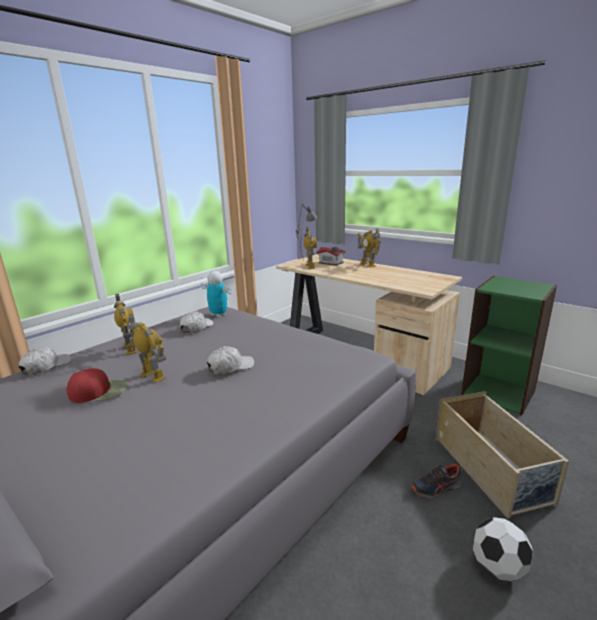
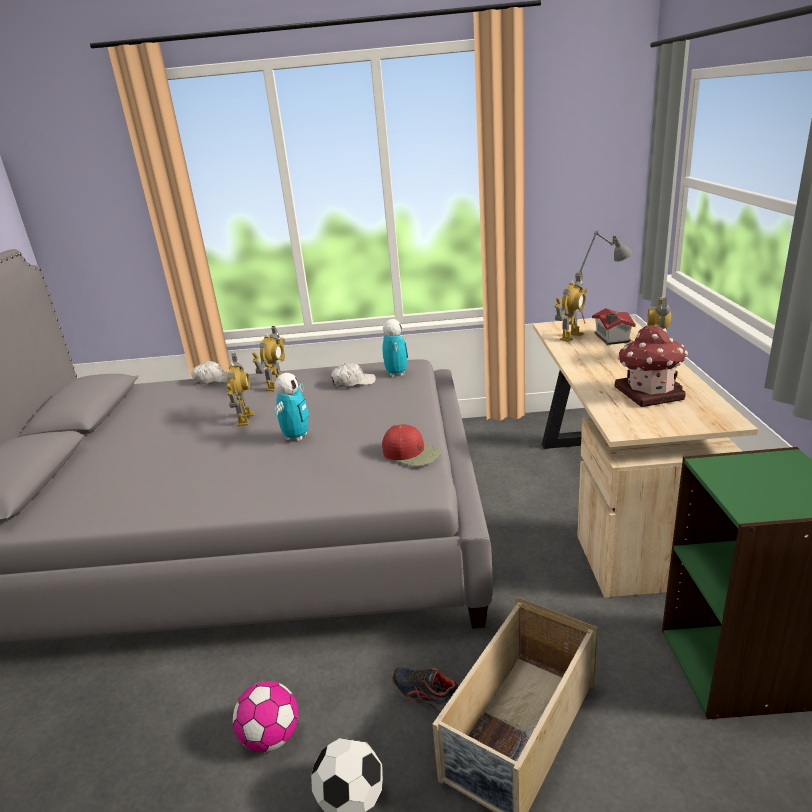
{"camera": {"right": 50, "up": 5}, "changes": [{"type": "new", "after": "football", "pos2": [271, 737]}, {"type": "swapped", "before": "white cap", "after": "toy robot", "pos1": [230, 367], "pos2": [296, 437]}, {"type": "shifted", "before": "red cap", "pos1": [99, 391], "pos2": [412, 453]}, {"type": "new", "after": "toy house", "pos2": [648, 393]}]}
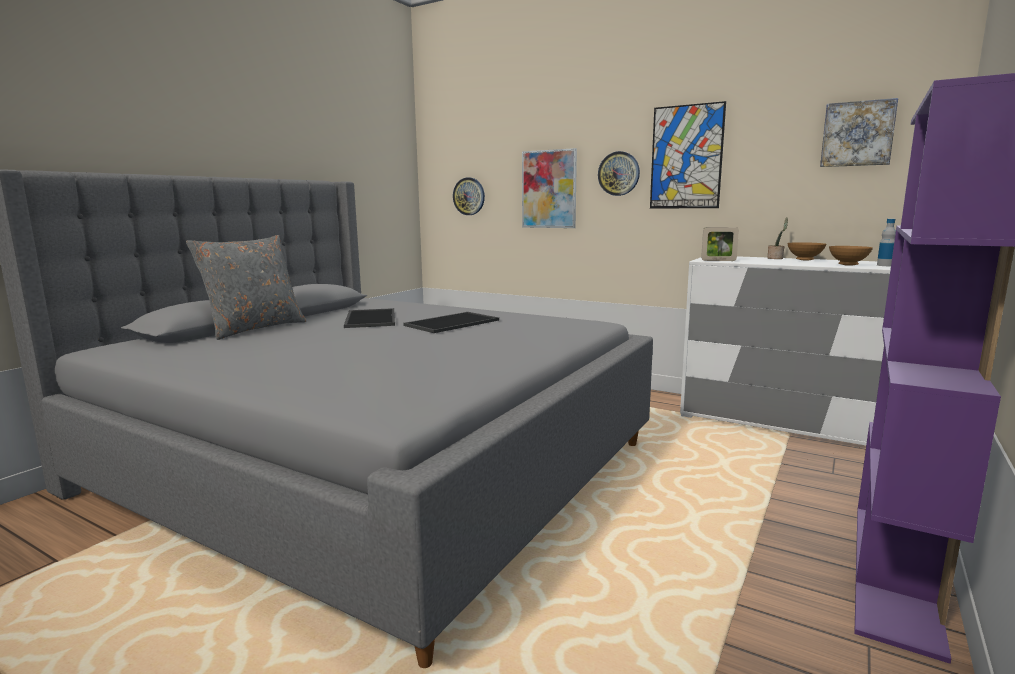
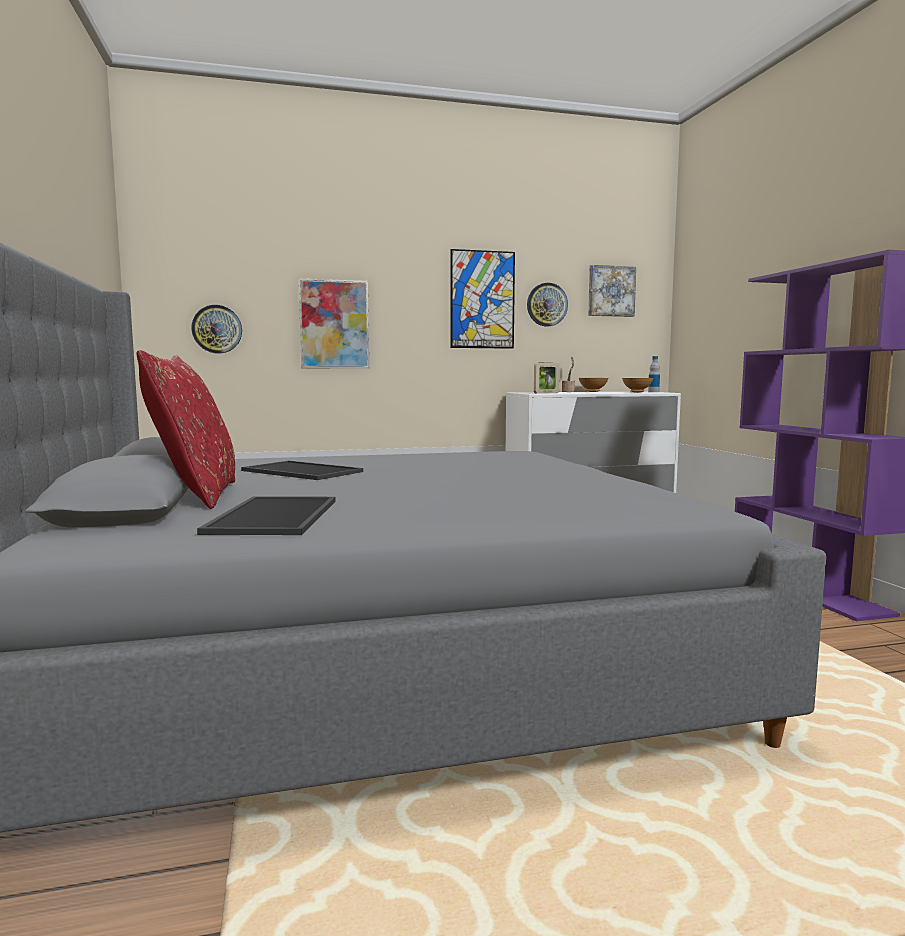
{"camera": {"right": -45, "up": -5}, "changes": [{"type": "repainted", "before": "grey pillow", "after": "red pillow", "pos1": [254, 328], "pos2": [196, 495]}, {"type": "shifted", "before": "tray", "pos1": [452, 322], "pos2": [272, 516]}, {"type": "shifted", "before": "wall clock", "pos1": [619, 173], "pos2": [546, 304]}]}
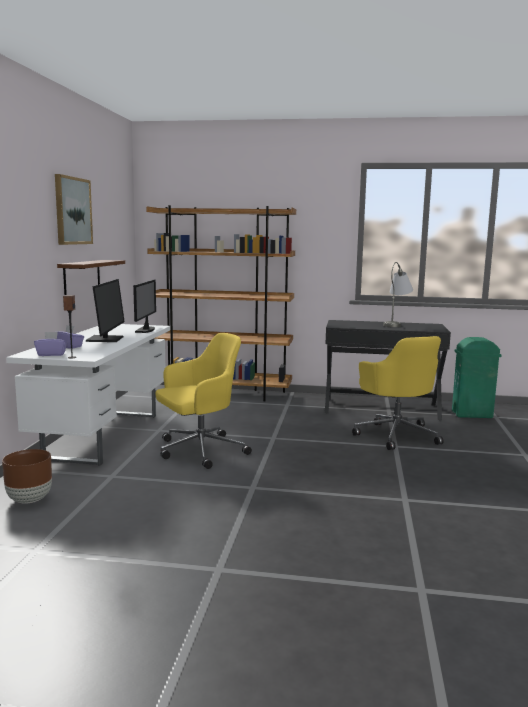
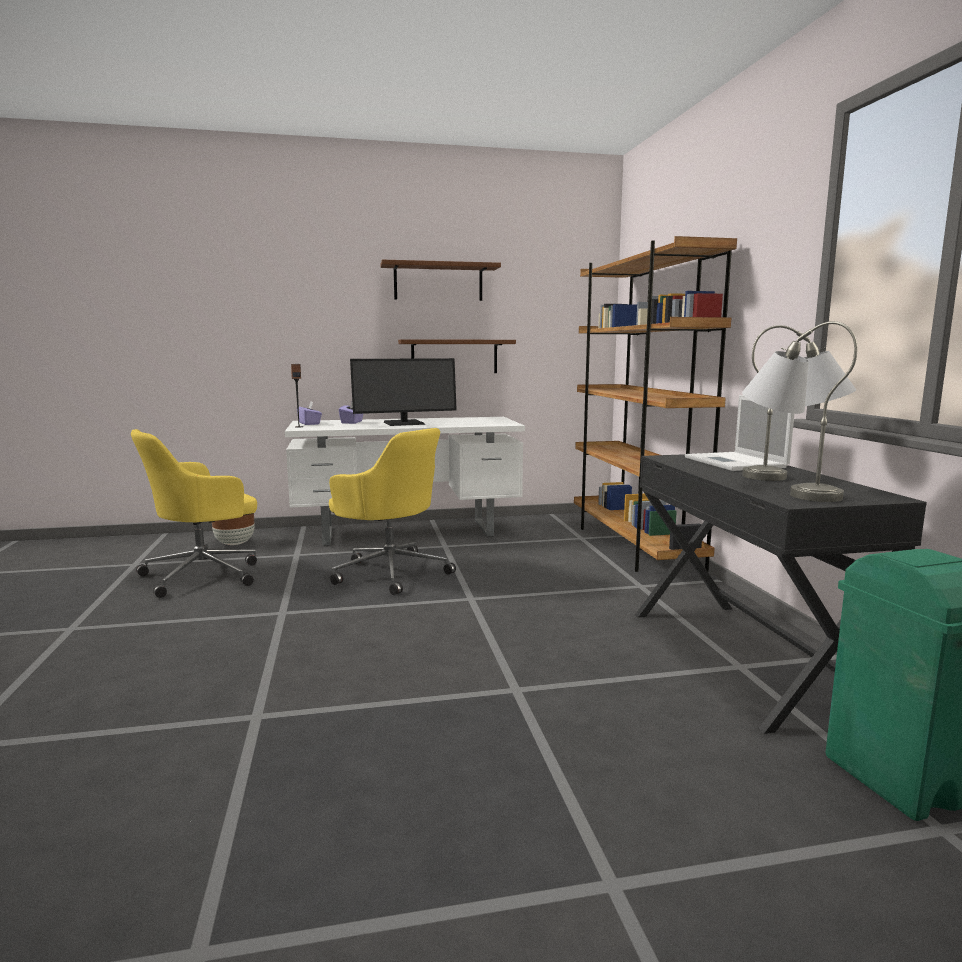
{"camera": {"right": 70, "up": 0}, "changes": [{"type": "shifted", "before": "yellow office chair", "pos1": [396, 435], "pos2": [204, 574]}, {"type": "swapped", "before": "picture", "after": "brown shelf", "pos1": [72, 211], "pos2": [438, 282]}, {"type": "new", "after": "laptop", "pos2": [736, 463]}, {"type": "new", "after": "grey table lamp", "pos2": [785, 490]}, {"type": "gone", "before": "monitor", "pos1": [146, 330]}]}
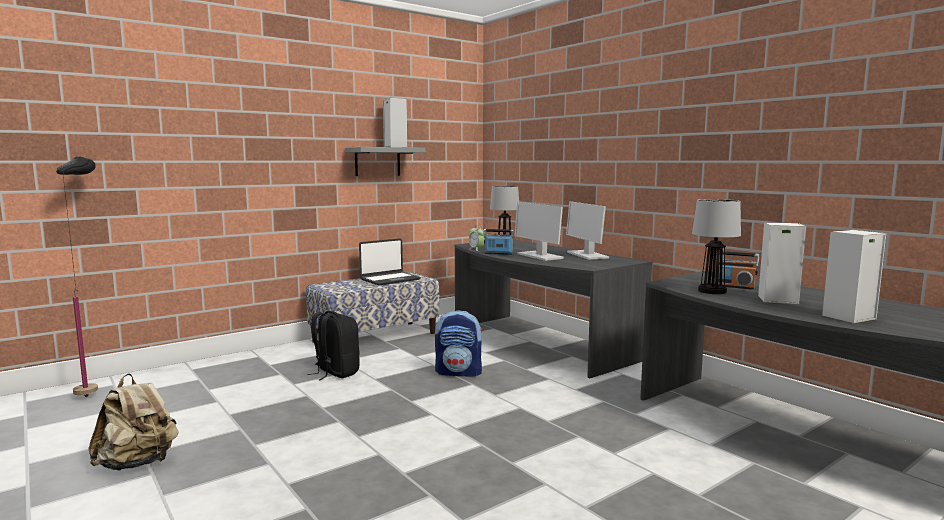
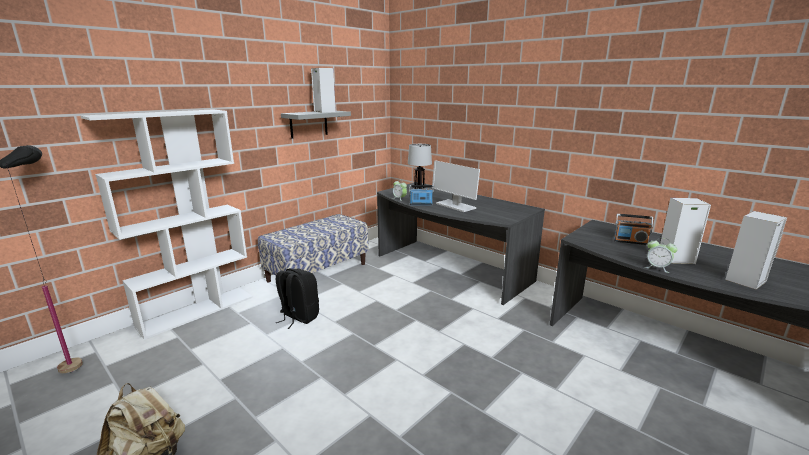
{"camera": {"right": -10, "up": 10}, "changes": [{"type": "new", "after": "white bookcase", "pos2": [197, 311]}, {"type": "new", "after": "alarm clock", "pos2": [657, 268]}, {"type": "gone", "before": "laptop", "pos1": [390, 279]}, {"type": "gone", "before": "backpack", "pos1": [459, 372]}, {"type": "gone", "before": "monitor", "pos1": [586, 255]}, {"type": "gone", "before": "table lamp", "pos1": [711, 291]}]}
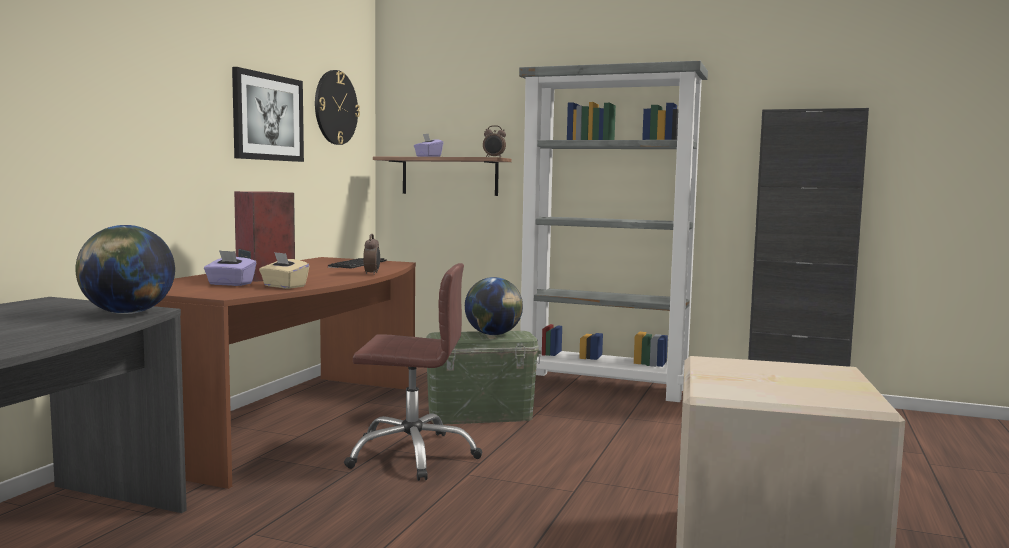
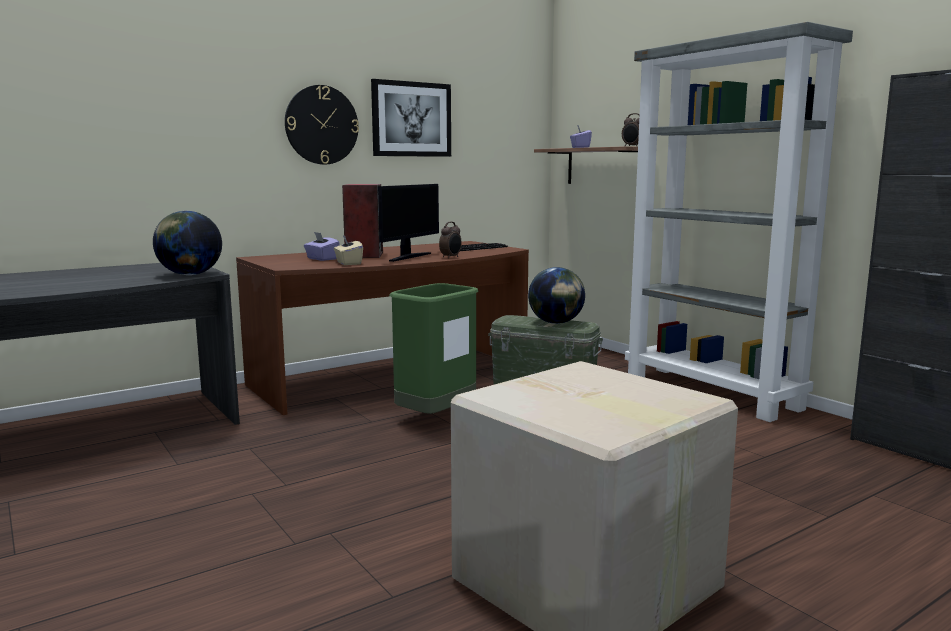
{"camera": {"right": 35, "up": 5}, "changes": [{"type": "shifted", "before": "wall clock", "pos1": [335, 107], "pos2": [321, 125]}, {"type": "new", "after": "monitor", "pos2": [408, 257]}, {"type": "swapped", "before": "brown office chair", "after": "green trash can", "pos1": [412, 455], "pos2": [436, 418]}]}
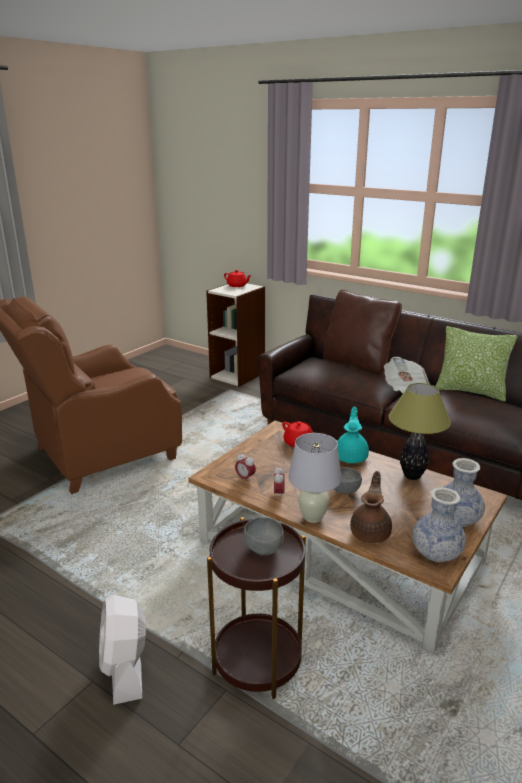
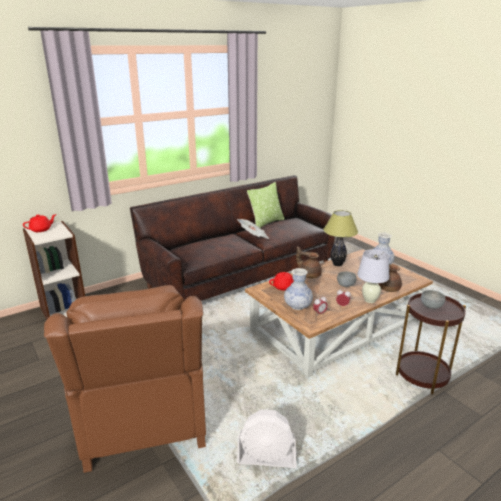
{"camera": {"right": -70, "up": 0}, "changes": [{"type": "shifted", "before": "white fan", "pos1": [125, 668], "pos2": [267, 458]}, {"type": "shifted", "before": "vase", "pos1": [436, 553], "pos2": [297, 305]}, {"type": "repainted", "before": "turquoise teapot", "after": "brown teapot", "pos1": [351, 456], "pos2": [309, 274]}, {"type": "gone", "before": "brown pillow", "pos1": [358, 364]}]}
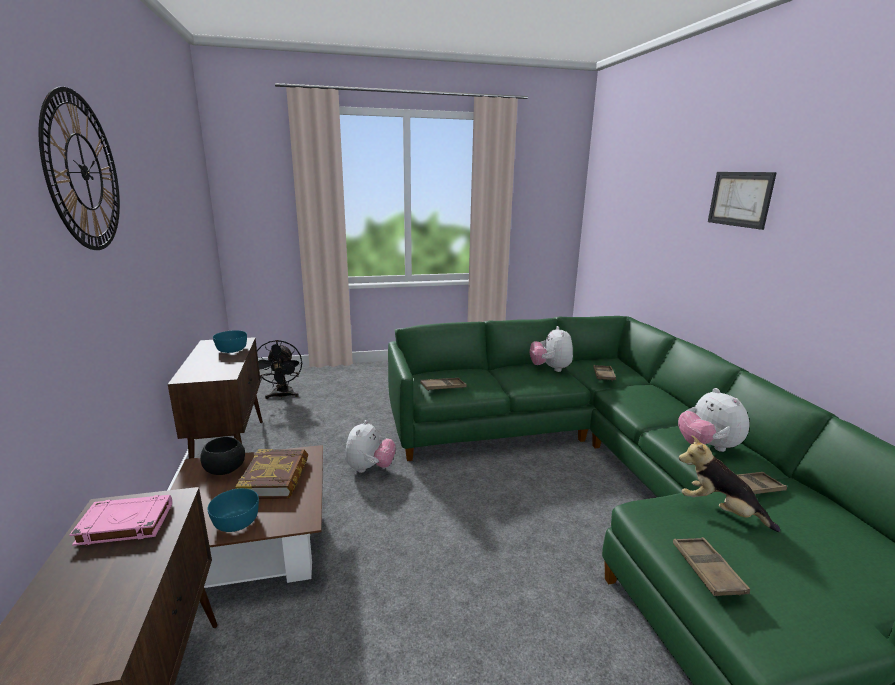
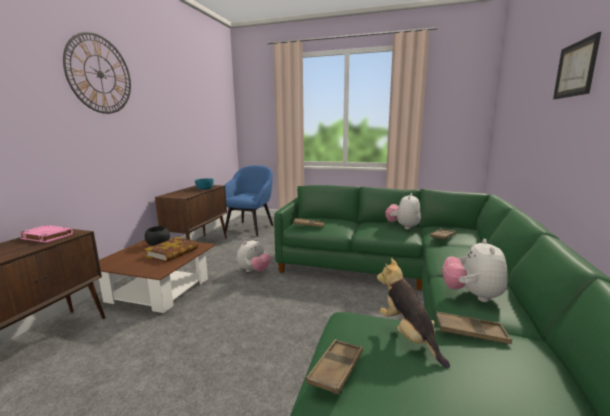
{"camera": {"right": 30, "up": -5}, "changes": [{"type": "swapped", "before": "black fan", "after": "blue armchair", "pos1": [282, 396], "pos2": [250, 228]}, {"type": "gone", "before": "turquoise bowl", "pos1": [236, 522]}]}
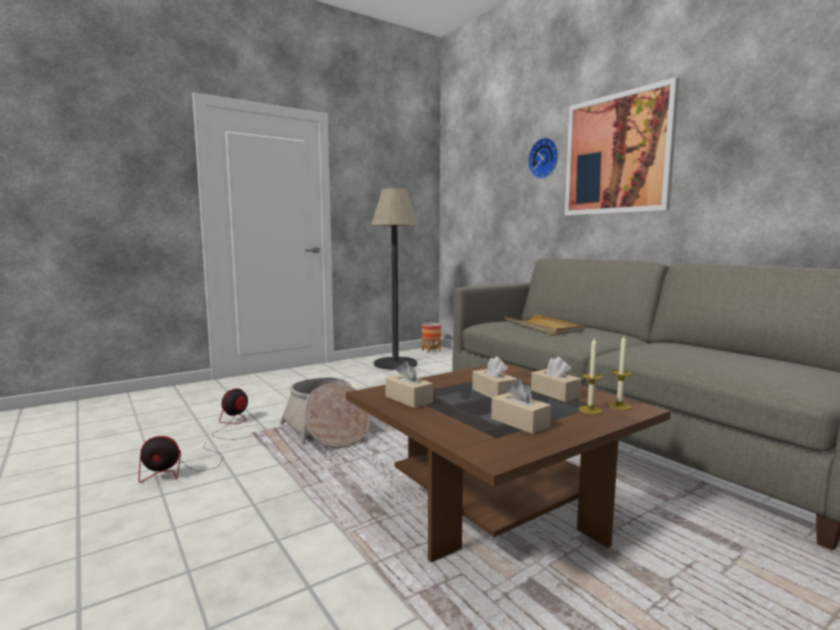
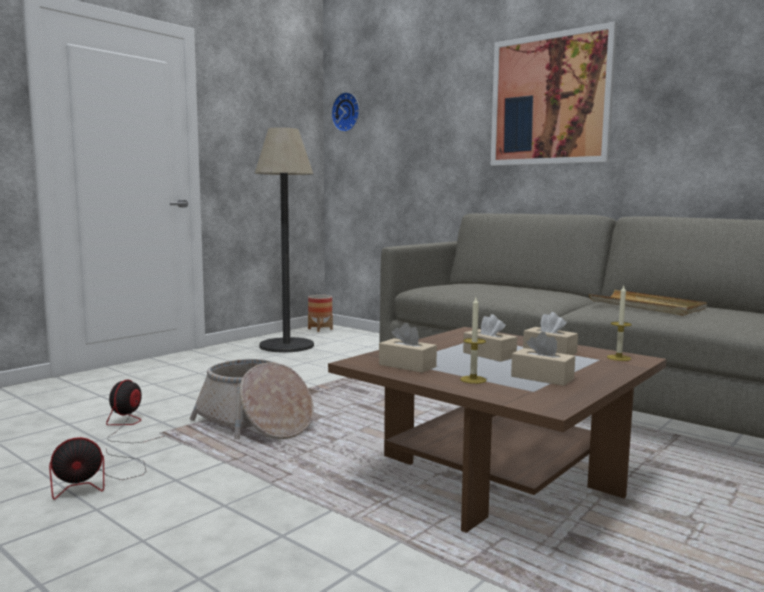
{"camera": {"right": -15, "up": 0}, "changes": [{"type": "shifted", "before": "wall clock", "pos1": [545, 158], "pos2": [347, 112]}, {"type": "shifted", "before": "candle", "pos1": [590, 410], "pos2": [473, 379]}, {"type": "shifted", "before": "beige tray", "pos1": [543, 327], "pos2": [646, 306]}]}
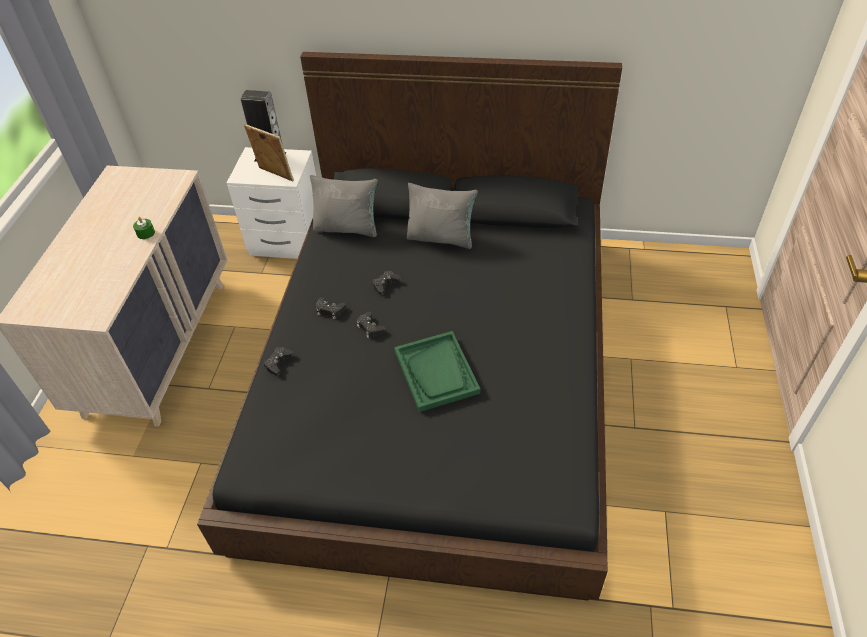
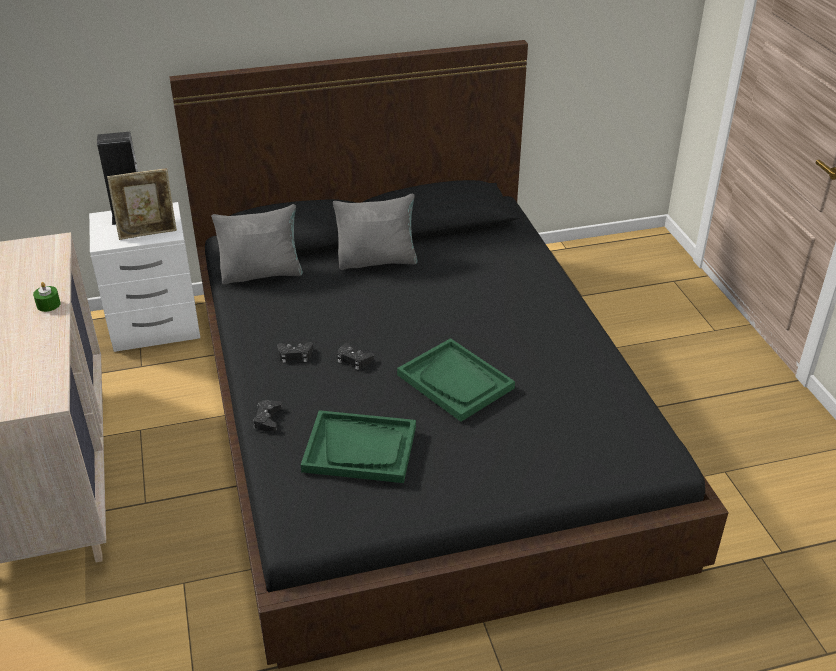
{"camera": {"right": -25, "up": -10}, "changes": [{"type": "rotated", "before": "picture frame", "pos1": [274, 175], "pos2": [148, 233], "turn": 150}, {"type": "new", "after": "green tray", "pos2": [360, 449]}, {"type": "gone", "before": "black game controller", "pos1": [385, 285]}]}
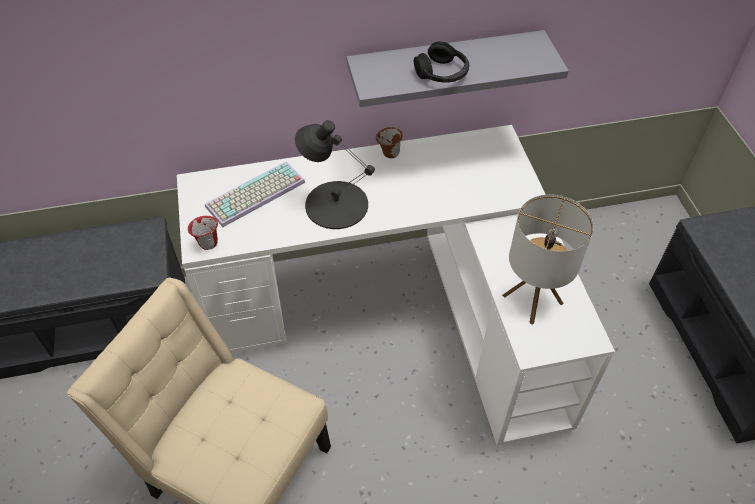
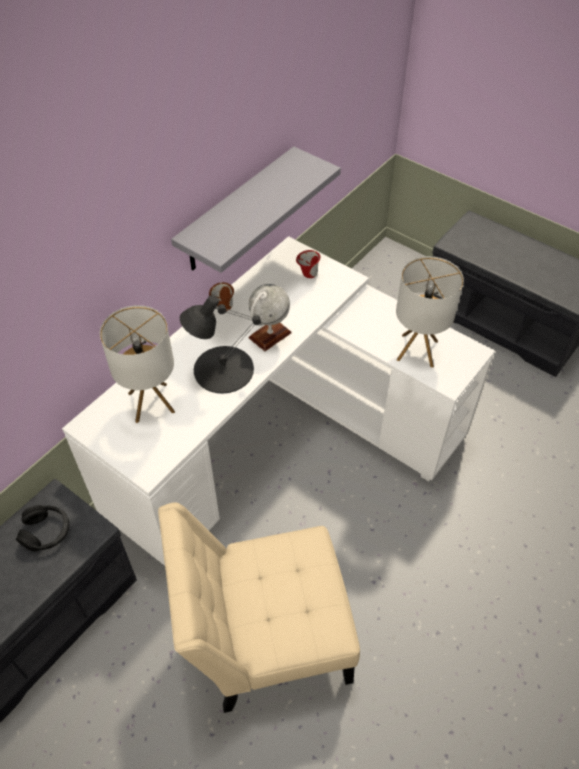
{"camera": {"right": -40, "up": 0}, "changes": [{"type": "shifted", "before": "black headphones", "pos1": [442, 73], "pos2": [46, 532]}, {"type": "swapped", "before": "keyboard", "after": "table lamp", "pos1": [255, 196], "pos2": [151, 402]}, {"type": "new", "after": "globe", "pos2": [270, 335]}, {"type": "shifted", "before": "red mug", "pos1": [207, 243], "pos2": [307, 275]}]}
